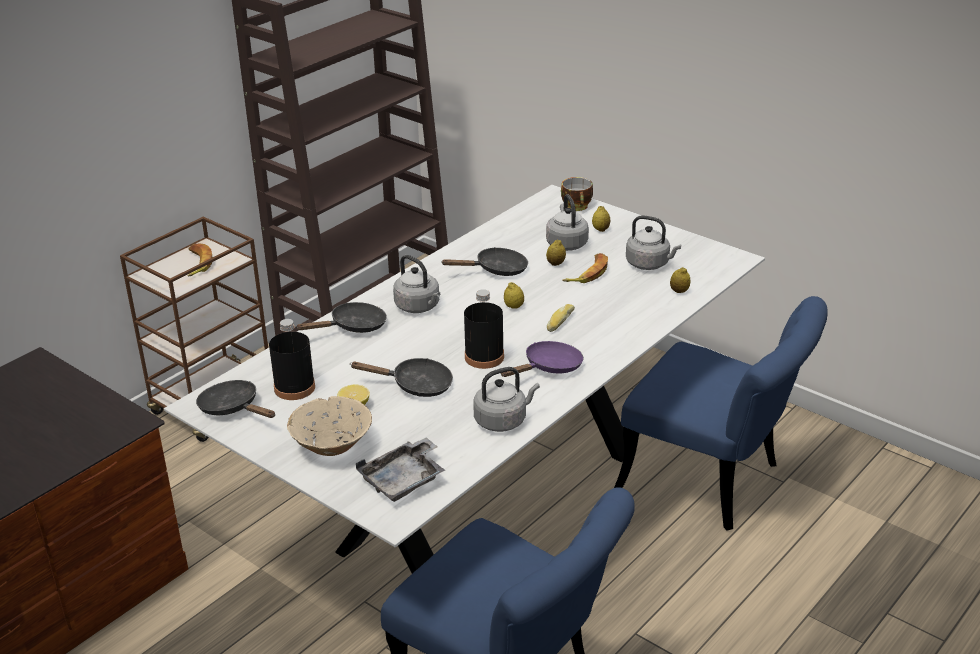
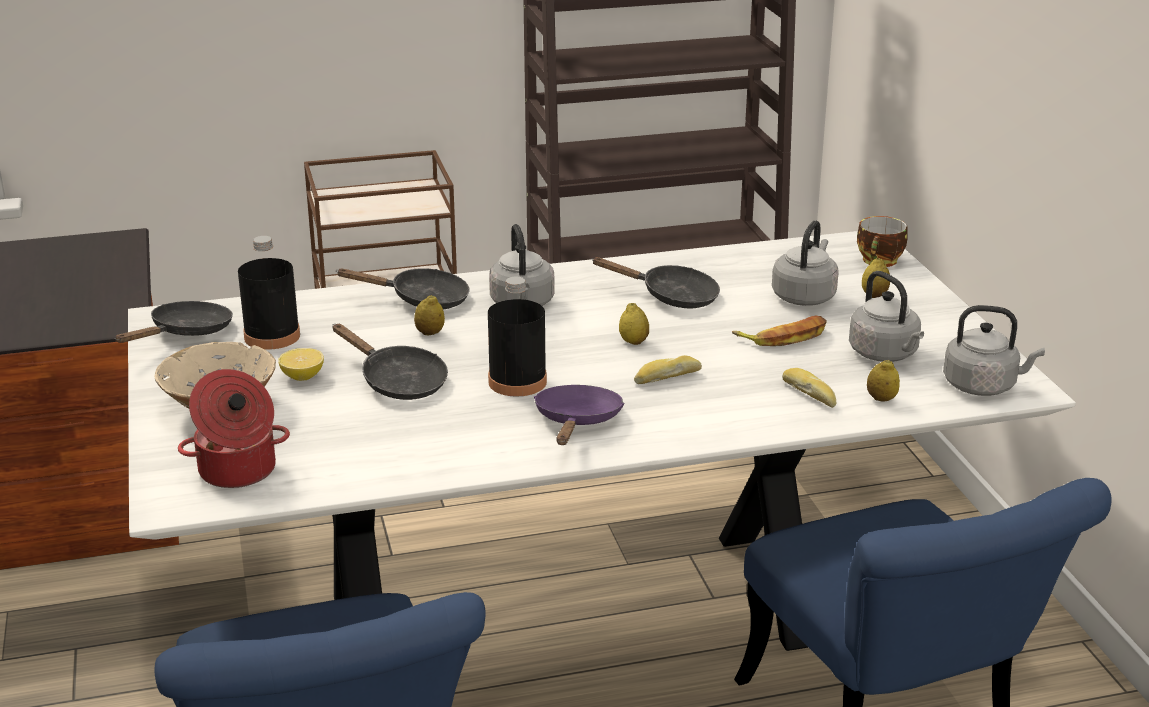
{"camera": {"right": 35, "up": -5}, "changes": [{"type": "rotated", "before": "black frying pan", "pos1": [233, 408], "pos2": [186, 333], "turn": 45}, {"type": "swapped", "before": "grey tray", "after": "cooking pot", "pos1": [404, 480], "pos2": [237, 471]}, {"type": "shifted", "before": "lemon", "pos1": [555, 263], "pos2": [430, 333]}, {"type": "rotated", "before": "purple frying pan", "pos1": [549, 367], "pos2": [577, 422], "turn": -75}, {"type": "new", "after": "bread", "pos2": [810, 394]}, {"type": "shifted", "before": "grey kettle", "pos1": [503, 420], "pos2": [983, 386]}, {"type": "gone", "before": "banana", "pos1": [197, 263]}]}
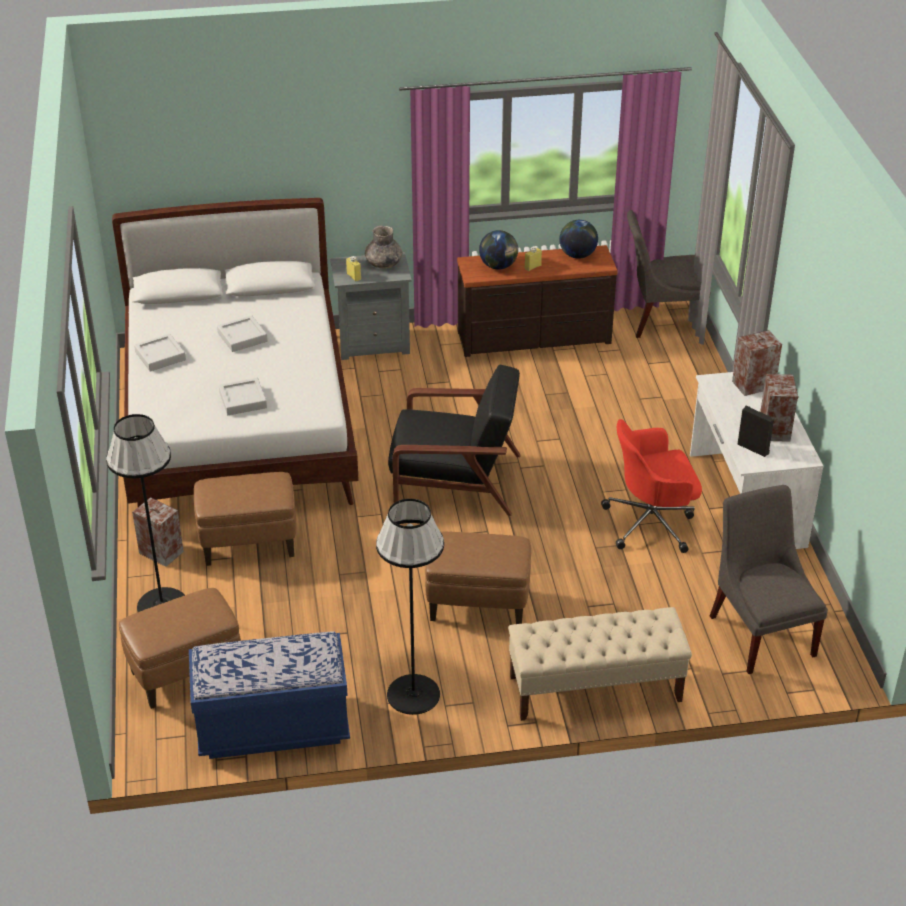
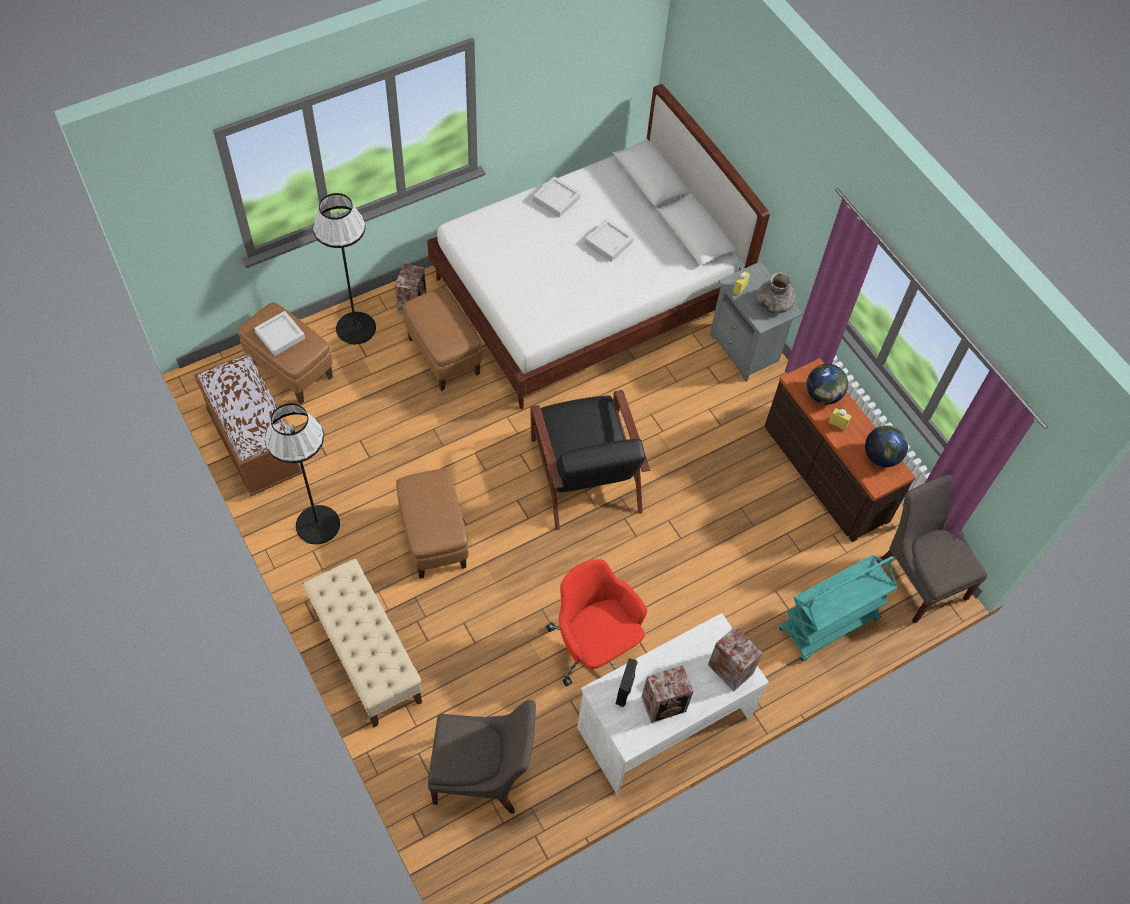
{"camera": {"right": 65, "up": 20}, "changes": [{"type": "repainted", "before": "blue bench", "after": "brown bench", "pos1": [273, 727], "pos2": [255, 444]}, {"type": "shifted", "before": "grey tray", "pos1": [243, 400], "pos2": [280, 336]}, {"type": "rotated", "before": "grey chair", "pos1": [761, 631], "pos2": [483, 775], "turn": 45}, {"type": "new", "after": "turquoise cart", "pos2": [828, 625]}]}
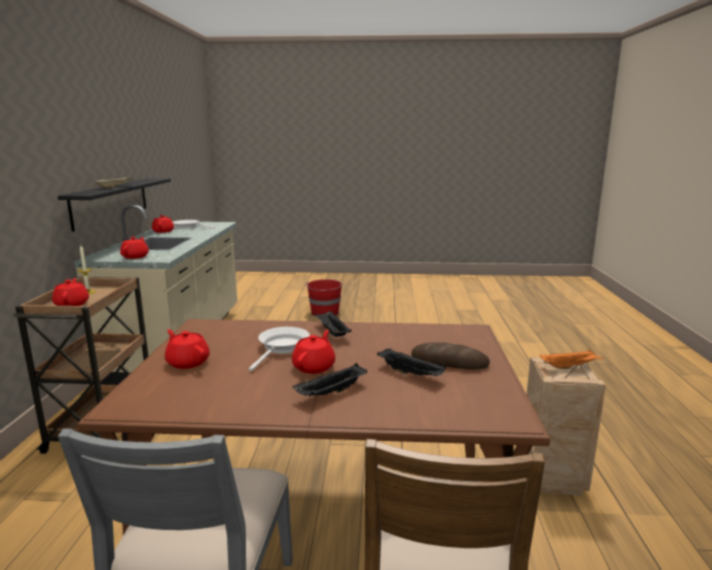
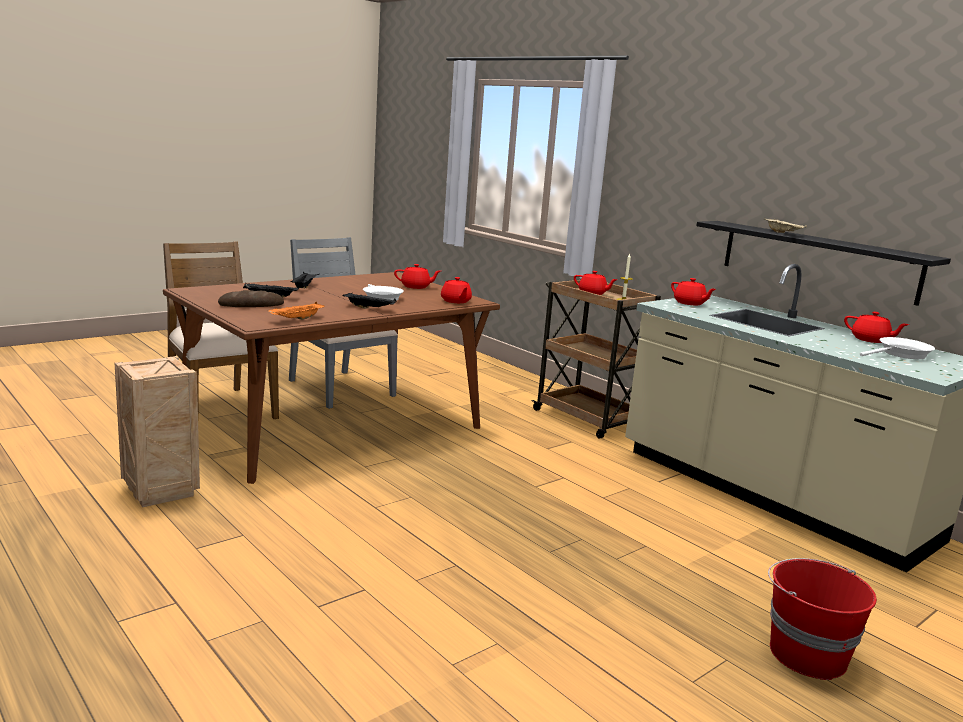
{"camera": {"right": 135, "up": 0}, "changes": [{"type": "shifted", "before": "orange tray", "pos1": [570, 366], "pos2": [296, 319]}, {"type": "shifted", "before": "red teapot", "pos1": [314, 367], "pos2": [456, 301]}]}
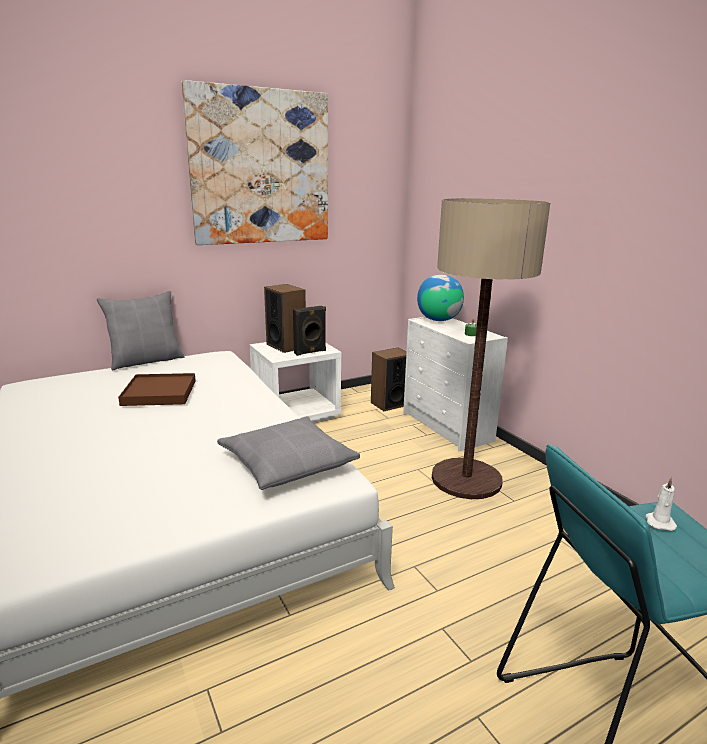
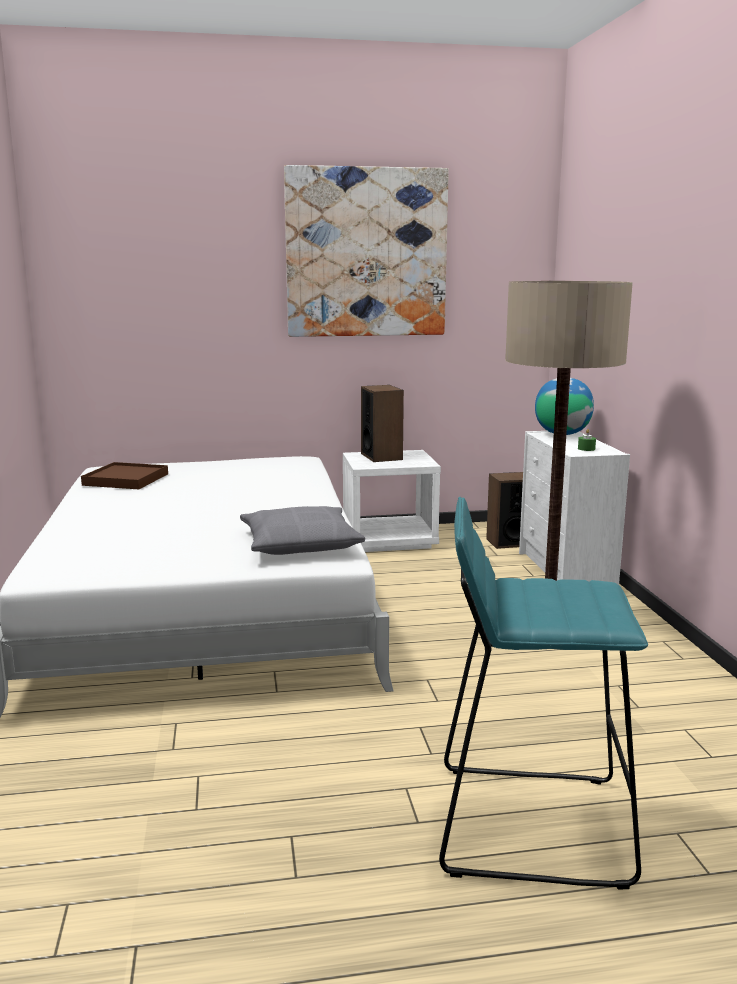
{"camera": {"right": 20, "up": -5}, "changes": [{"type": "shifted", "before": "brown tray", "pos1": [160, 393], "pos2": [126, 479]}, {"type": "gone", "before": "grey pillow", "pos1": [146, 361]}, {"type": "gone", "before": "black speaker", "pos1": [310, 352]}, {"type": "gone", "before": "white candle", "pos1": [659, 522]}]}
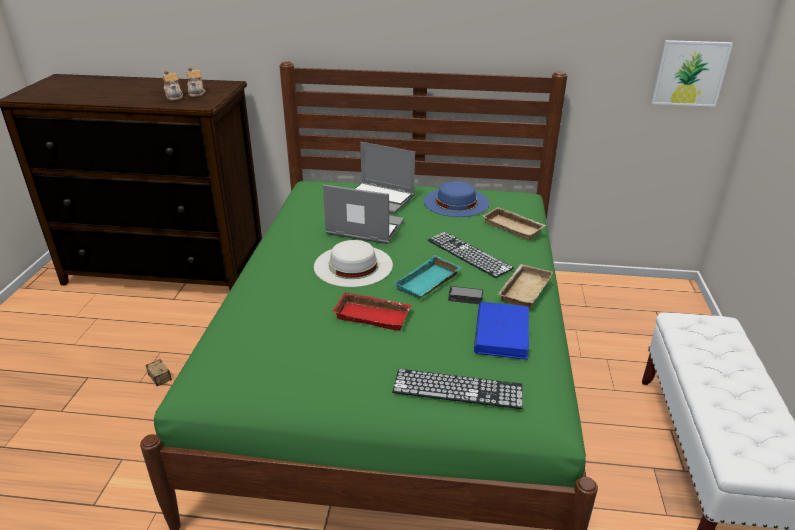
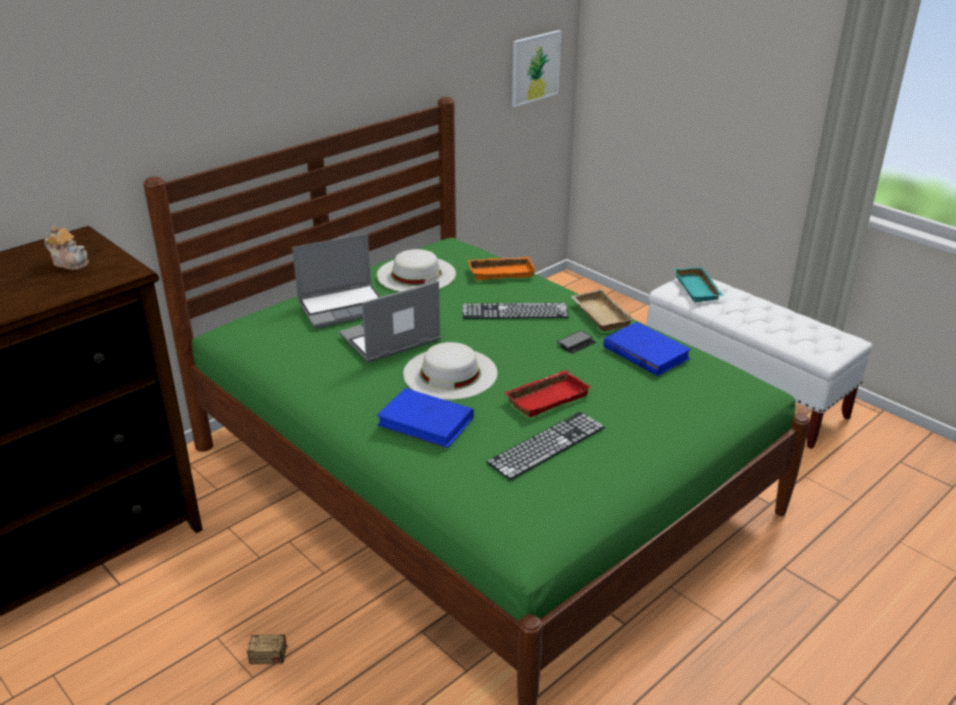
{"camera": {"right": -50, "up": 0}, "changes": [{"type": "repainted", "before": "blue hat", "after": "white hat", "pos1": [456, 202], "pos2": [416, 274]}, {"type": "new", "after": "blue book", "pos2": [426, 422]}, {"type": "repainted", "before": "beige tray", "after": "orange tray", "pos1": [514, 227], "pos2": [501, 271]}, {"type": "shifted", "before": "keyboard", "pos1": [457, 389], "pos2": [546, 445]}, {"type": "shifted", "before": "turquoise tray", "pos1": [428, 283], "pos2": [699, 289]}, {"type": "gone", "before": "teapot", "pos1": [174, 96]}]}
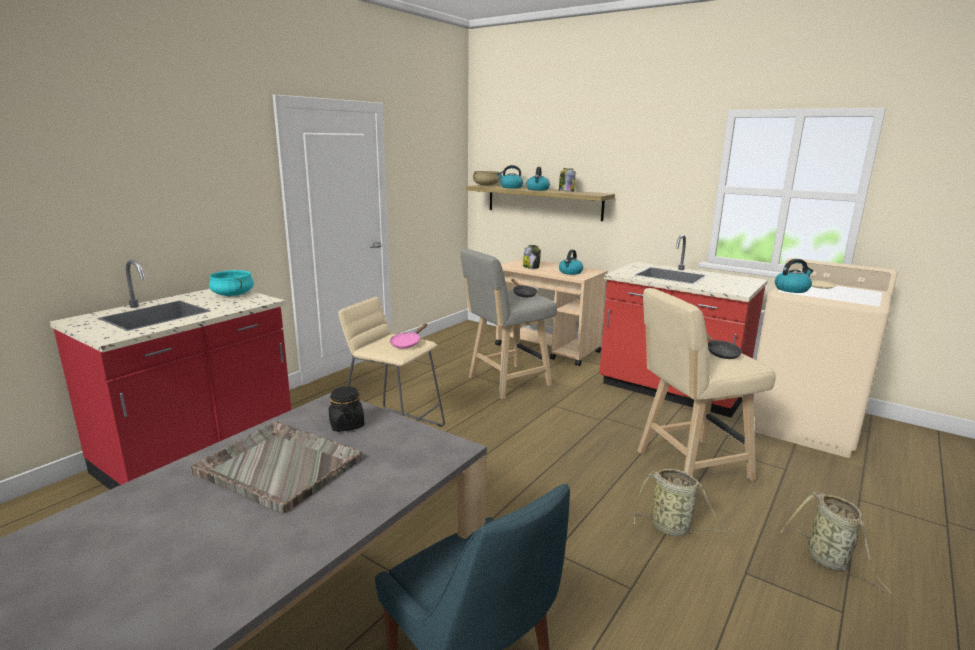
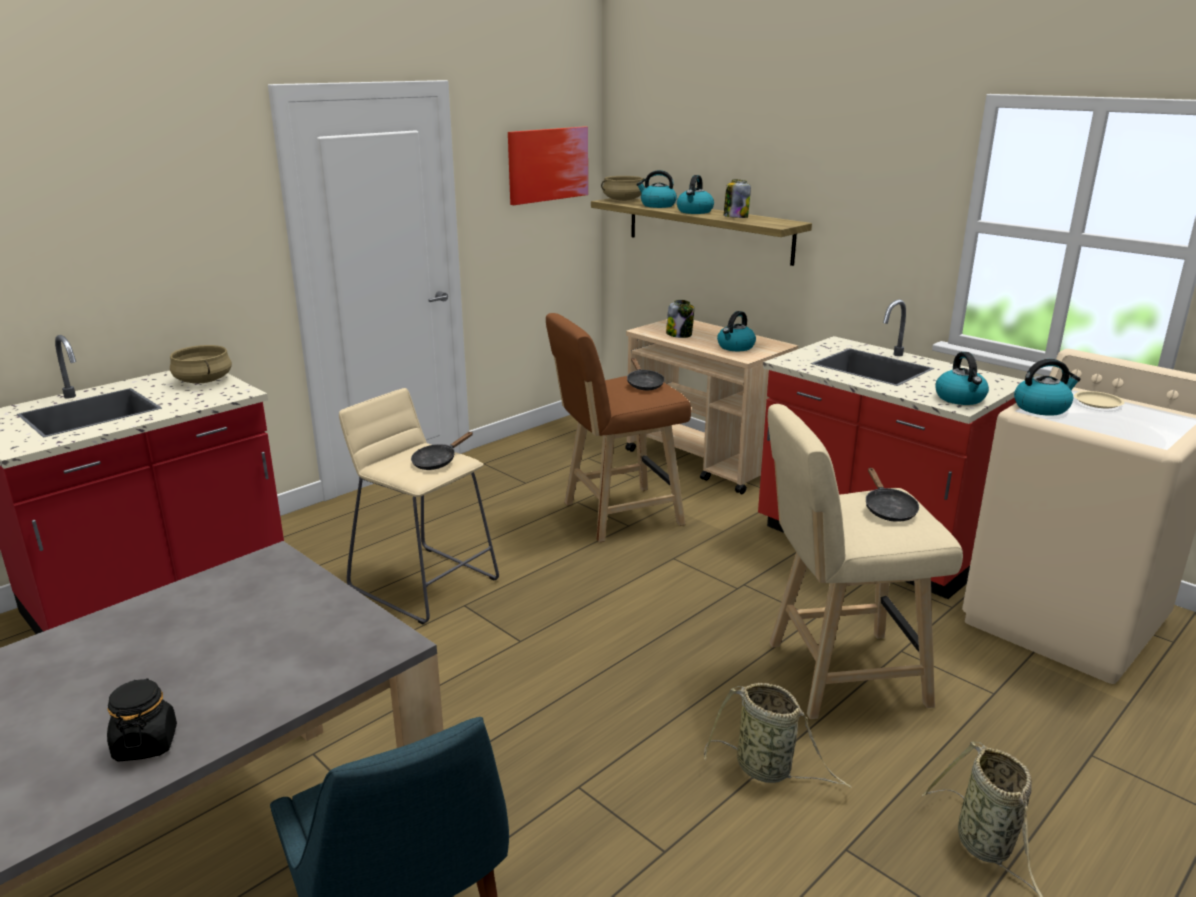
{"camera": {"right": 10, "up": 5}, "changes": [{"type": "shifted", "before": "black jar", "pos1": [346, 425], "pos2": [146, 744]}, {"type": "repainted", "before": "turquoise cooking pot", "after": "beige cooking pot", "pos1": [232, 294], "pos2": [203, 380]}, {"type": "repainted", "before": "pink frying pan", "after": "black frying pan", "pos1": [407, 343], "pos2": [437, 461]}, {"type": "new", "after": "picture", "pos2": [548, 164]}, {"type": "repainted", "before": "grey stool", "after": "brown stool", "pos1": [505, 382], "pos2": [616, 515]}, {"type": "new", "after": "kettle", "pos2": [960, 398]}, {"type": "gone", "before": "grey tray", "pos1": [278, 466]}]}
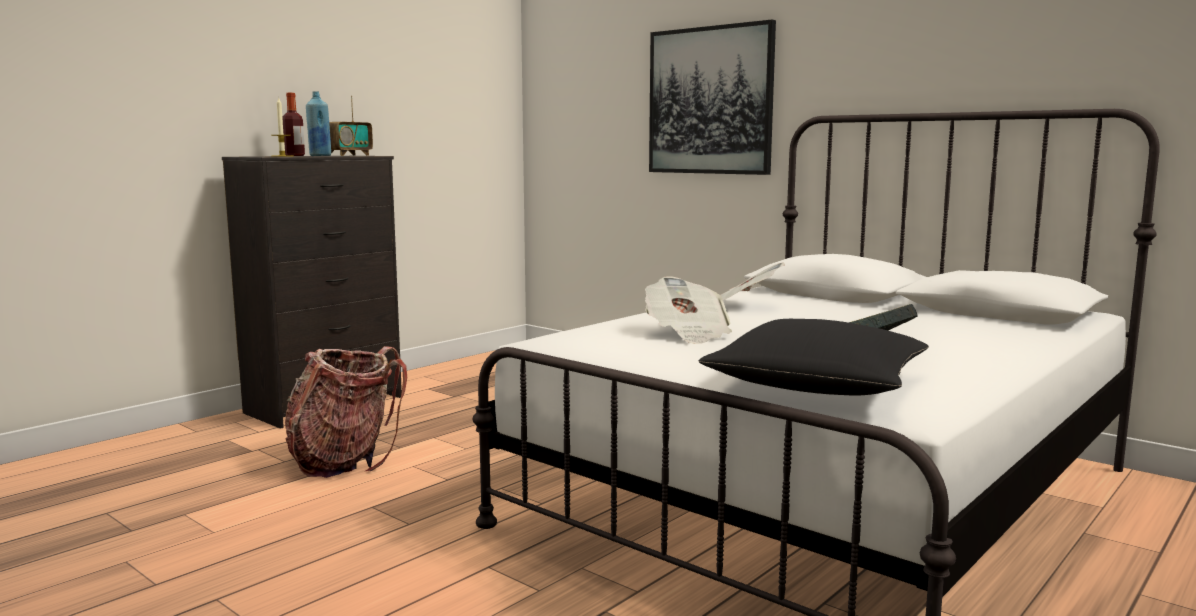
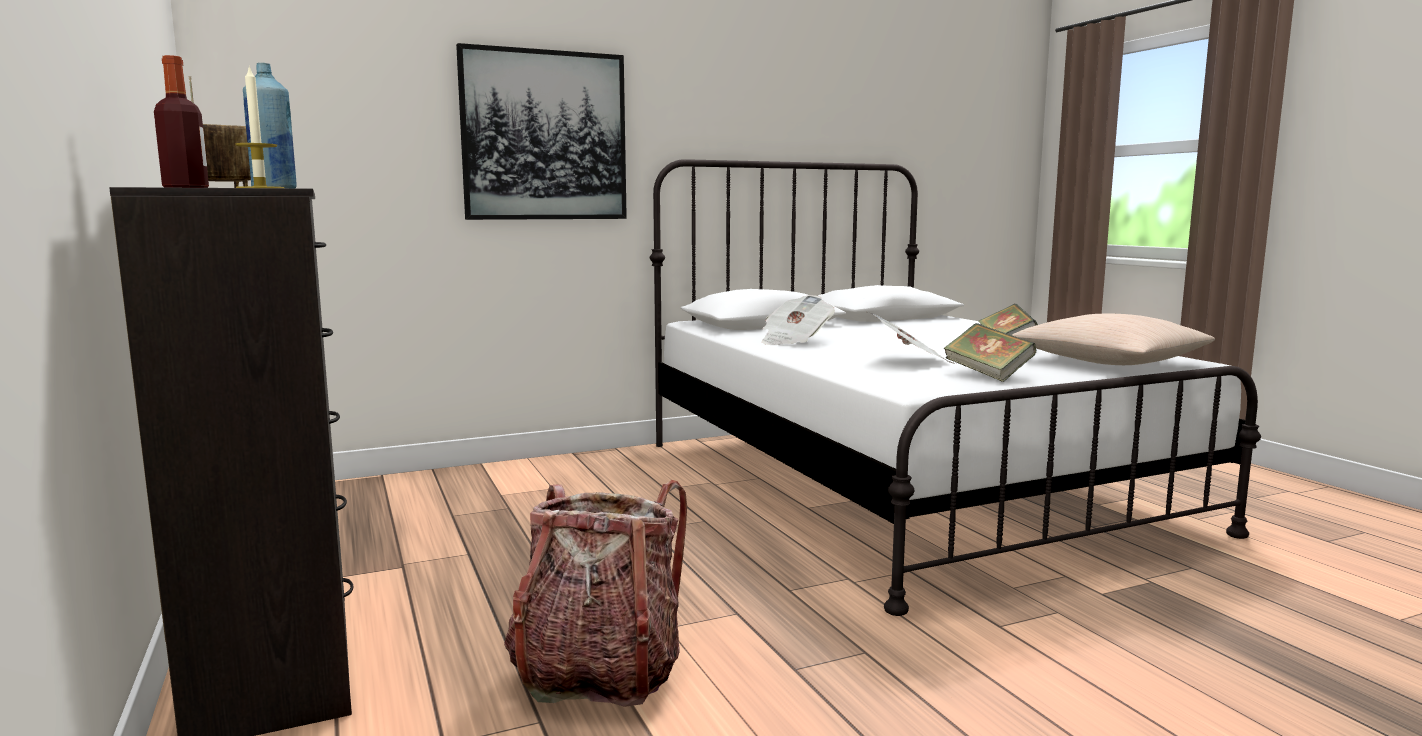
{"camera": {"right": -65, "up": 0}, "changes": [{"type": "new", "after": "book", "pos2": [987, 375]}, {"type": "repainted", "before": "black pillow", "after": "beige pillow", "pos1": [817, 385], "pos2": [1108, 362]}]}
